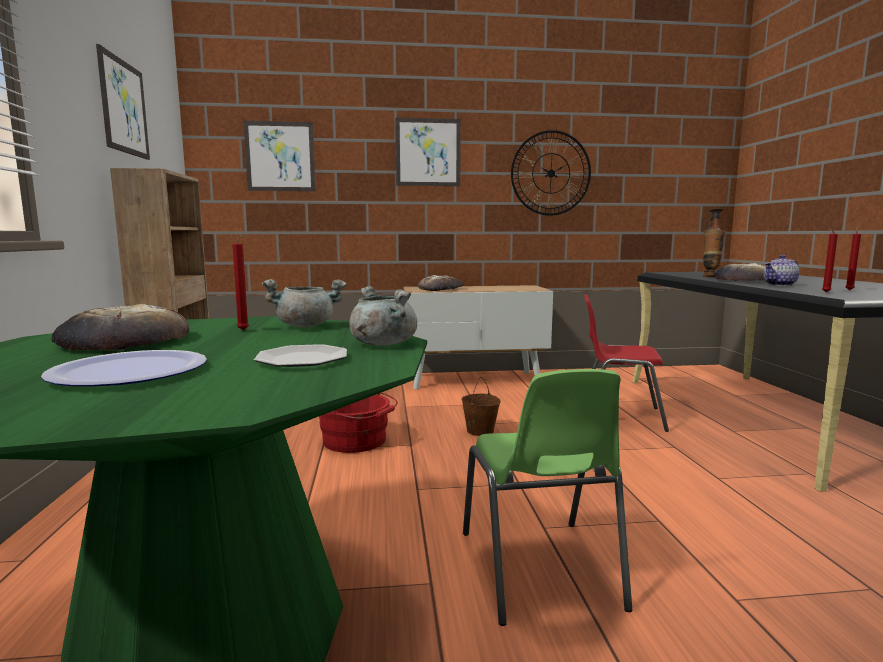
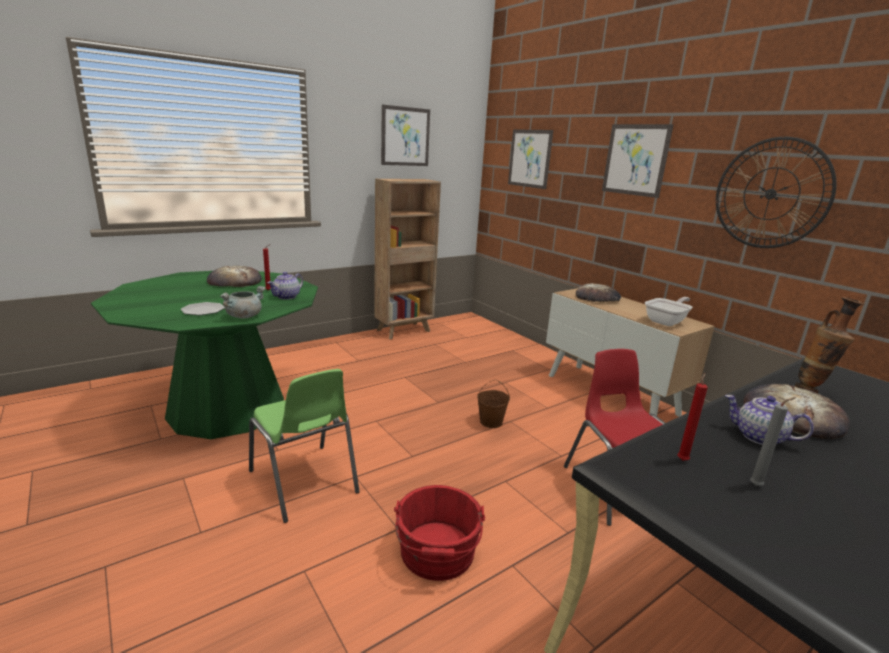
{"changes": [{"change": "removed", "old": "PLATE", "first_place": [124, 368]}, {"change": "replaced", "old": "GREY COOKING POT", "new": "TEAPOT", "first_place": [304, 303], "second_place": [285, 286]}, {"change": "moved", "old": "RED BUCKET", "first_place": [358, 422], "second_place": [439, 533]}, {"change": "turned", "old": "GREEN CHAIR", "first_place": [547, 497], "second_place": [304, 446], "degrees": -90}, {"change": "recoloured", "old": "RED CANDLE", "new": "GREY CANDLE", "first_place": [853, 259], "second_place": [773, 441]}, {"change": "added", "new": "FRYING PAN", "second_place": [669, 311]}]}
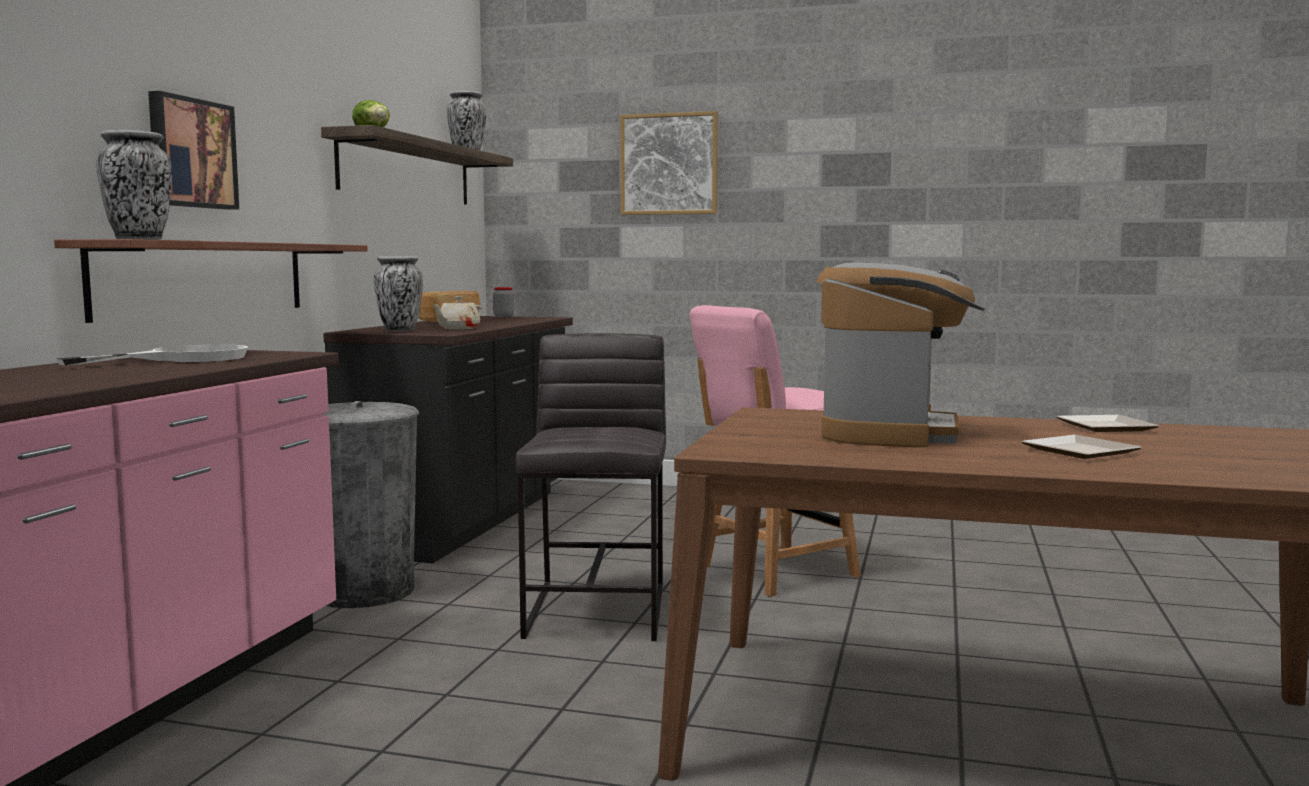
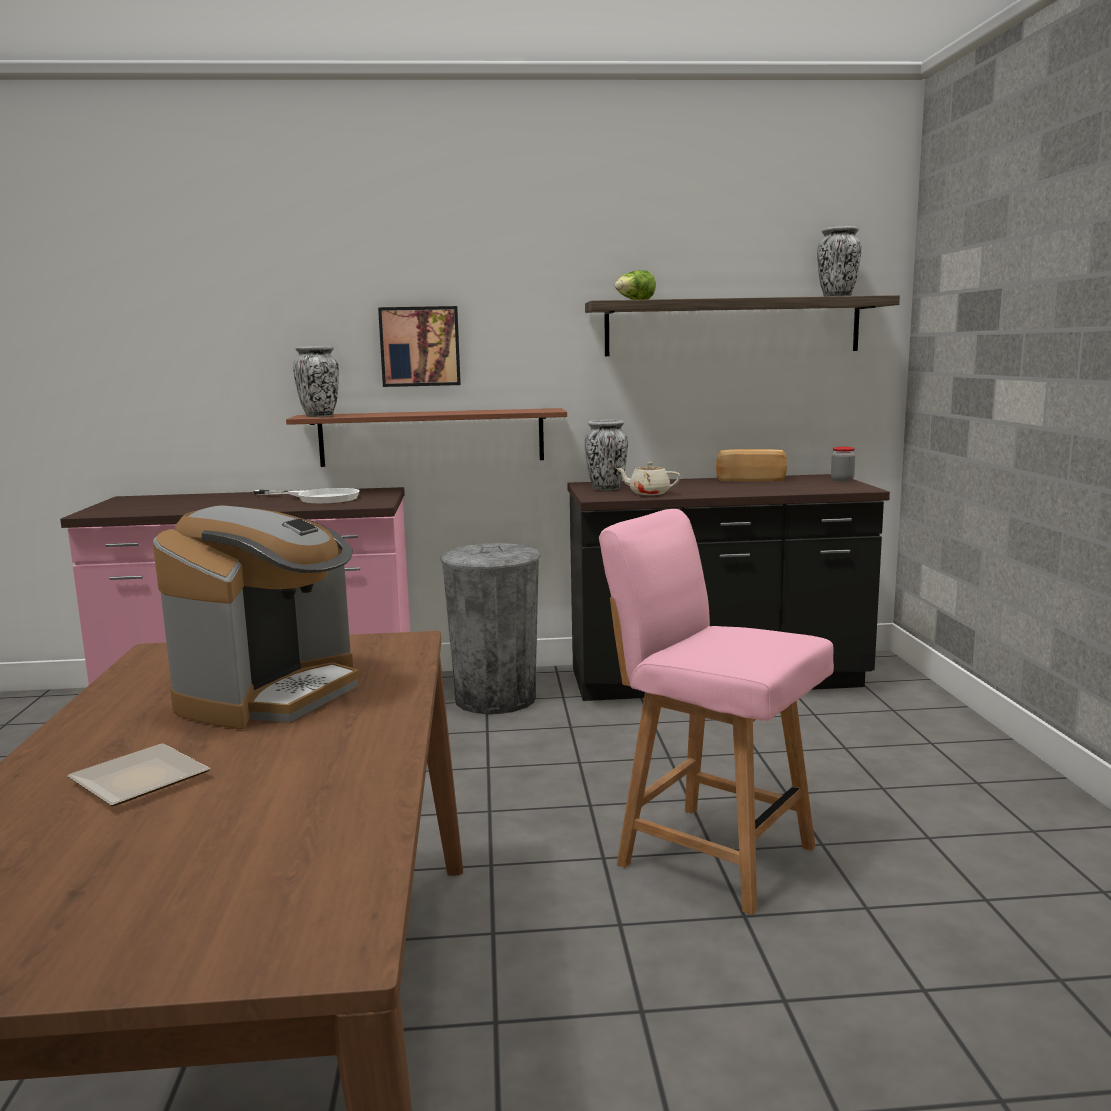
{"changes": [{"change": "removed", "old": "GREY STOOL", "first_place": [590, 487]}, {"change": "removed", "old": "PICTURE", "first_place": [669, 163]}, {"change": "turned", "old": "COFFEE MACHINE", "first_place": [901, 355], "second_place": [256, 617], "degrees": -60}, {"change": "removed", "old": "PLATE", "first_place": [1107, 423]}]}
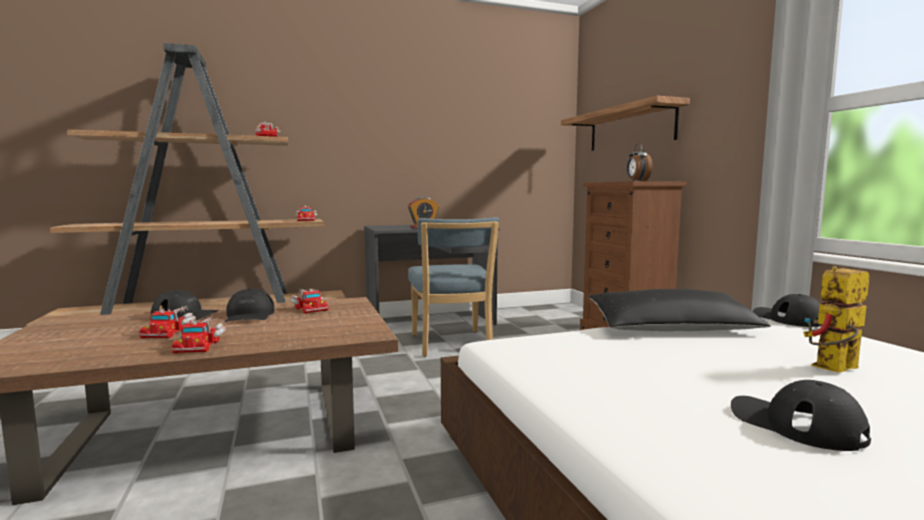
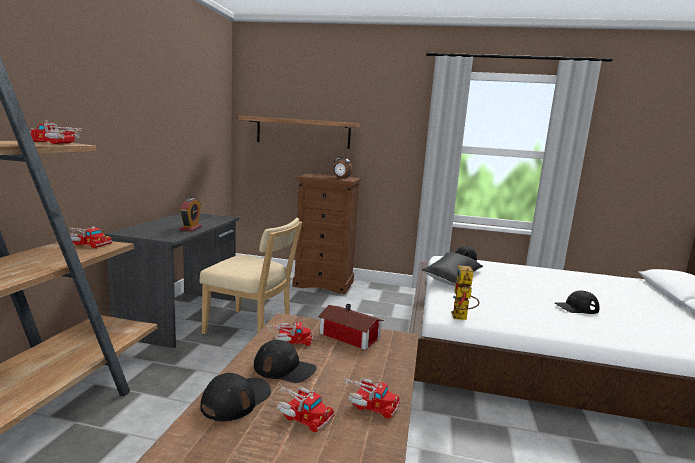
{"changes": [{"change": "recoloured", "old": "BLUE CHAIR", "new": "BEIGE CHAIR", "first_place": [453, 287], "second_place": [250, 276]}, {"change": "moved", "old": "TOY ROBOT", "first_place": [836, 319], "second_place": [465, 292]}, {"change": "added", "new": "TOY HOUSE", "second_place": [351, 327]}]}
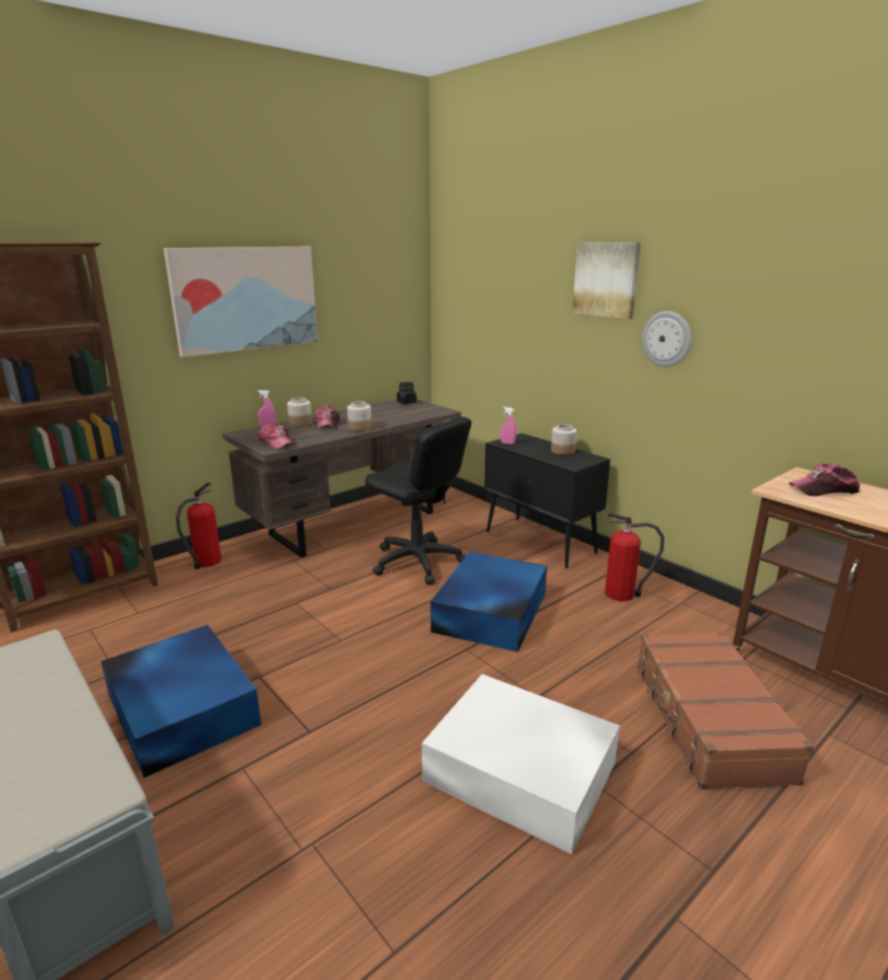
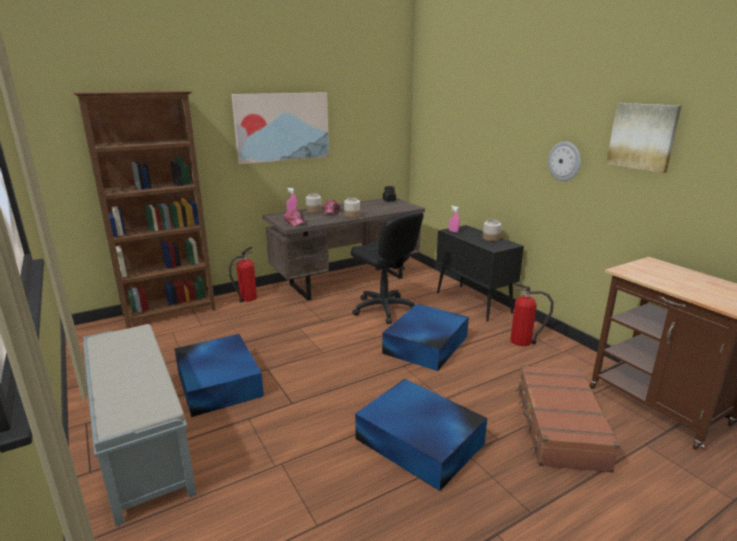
{"changes": [{"change": "recoloured", "old": "WHITE STORAGE BOX", "new": "BLUE STORAGE BOX", "first_place": [521, 764], "second_place": [421, 435]}, {"change": "moved", "old": "PICTURE", "first_place": [606, 280], "second_place": [643, 138]}, {"change": "removed", "old": "CAP", "first_place": [824, 479]}]}
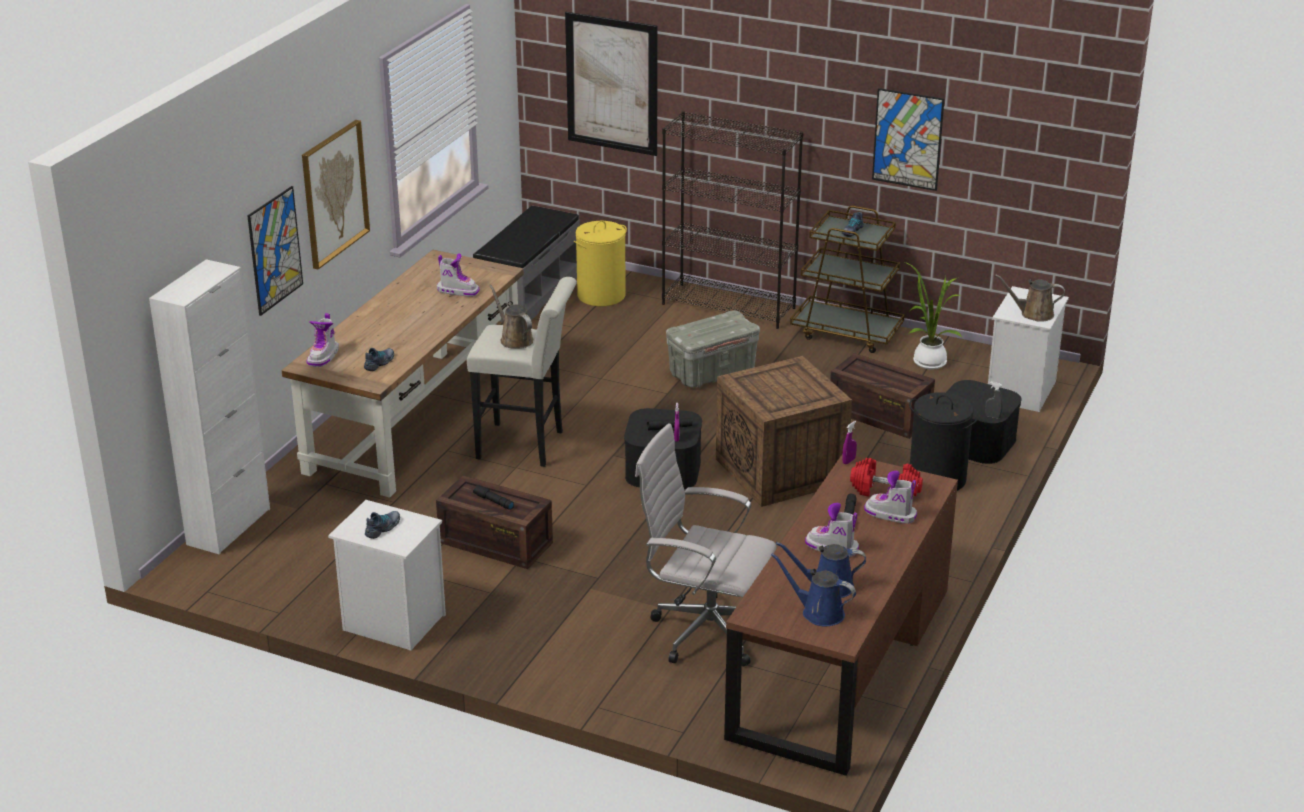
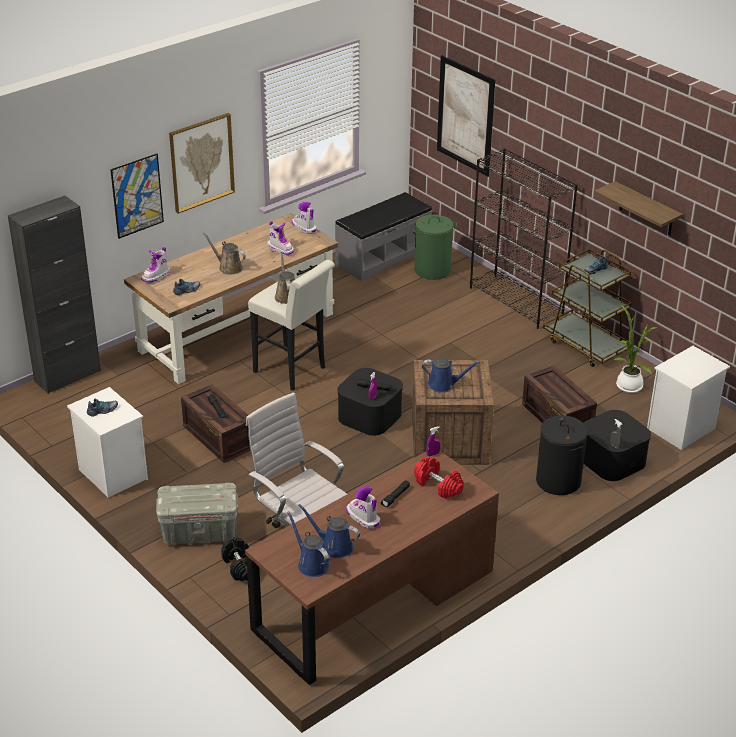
{"changes": [{"change": "recoloured", "old": "WHITE CABINET", "new": "BLACK CABINET", "first_place": [209, 407], "second_place": [54, 295]}, {"change": "recoloured", "old": "YELLOW LAUNDRY BASKET", "new": "GREEN LAUNDRY BASKET", "first_place": [600, 263], "second_place": [434, 247]}, {"change": "moved", "old": "GREY STORAGE BOX", "first_place": [713, 349], "second_place": [197, 514]}, {"change": "moved", "old": "BOOT", "first_place": [890, 497], "second_place": [304, 218]}, {"change": "replaced", "old": "PICTURE", "new": "SHELF", "first_place": [908, 139], "second_place": [638, 208]}, {"change": "moved", "old": "BROWN WATERING CAN", "first_place": [1030, 298], "second_place": [224, 253]}, {"change": "added", "new": "BLACK DUMBBELL", "second_place": [235, 559]}, {"change": "added", "new": "BLUE WATERING CAN", "second_place": [451, 375]}]}
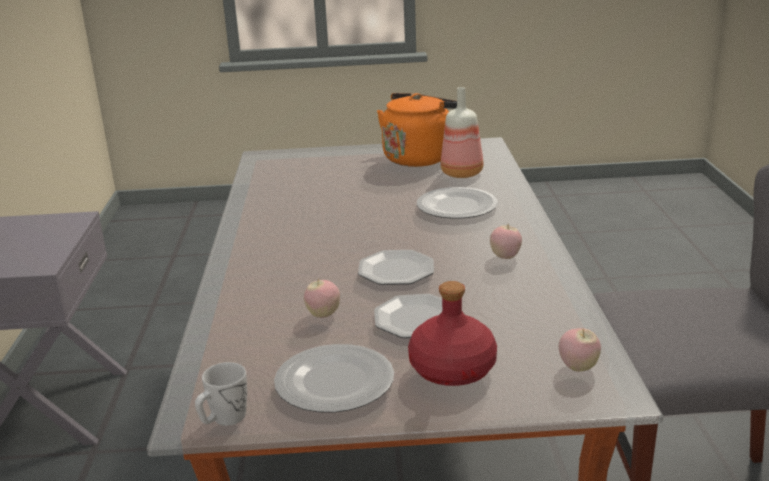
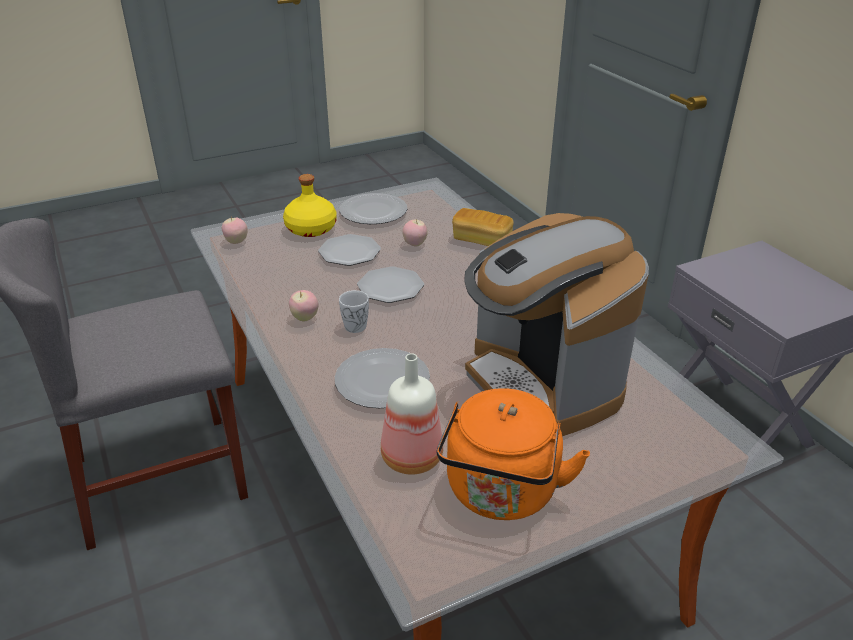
{"changes": [{"change": "moved", "old": "WHITE MUG", "first_place": [221, 394], "second_place": [354, 311]}, {"change": "recoloured", "old": "RED BOTTLE", "new": "YELLOW BOTTLE", "first_place": [452, 333], "second_place": [310, 205]}, {"change": "added", "new": "BREAD", "second_place": [483, 227]}, {"change": "added", "new": "COFFEE MACHINE", "second_place": [556, 324]}]}
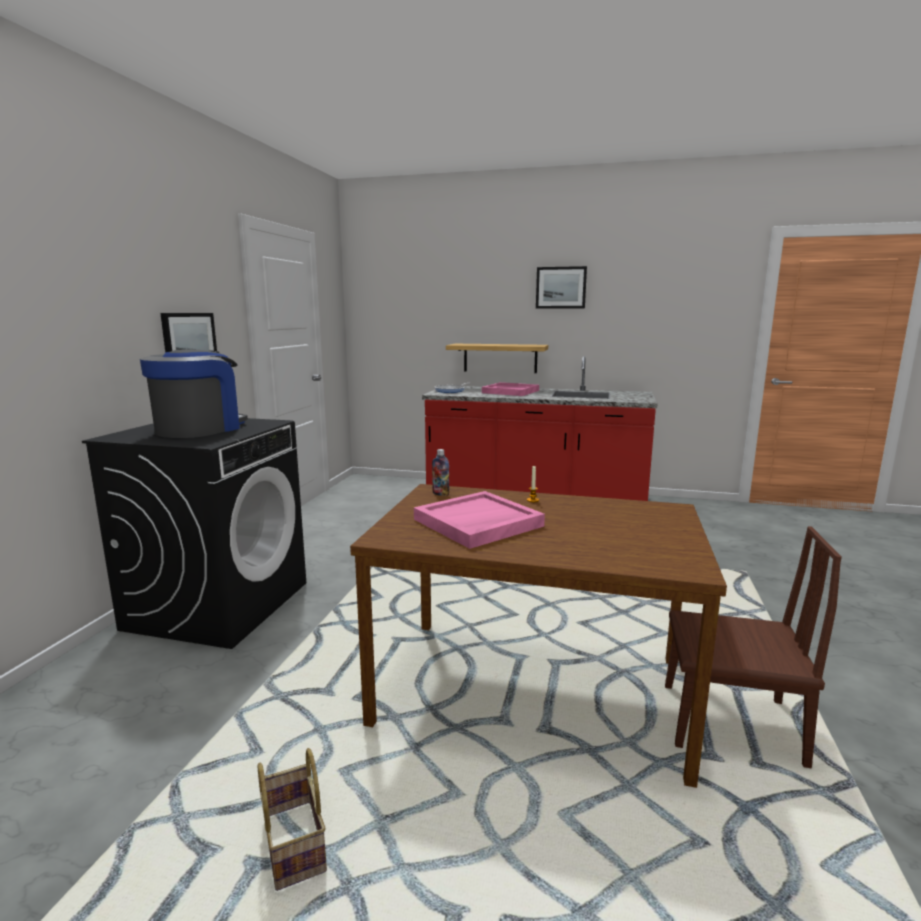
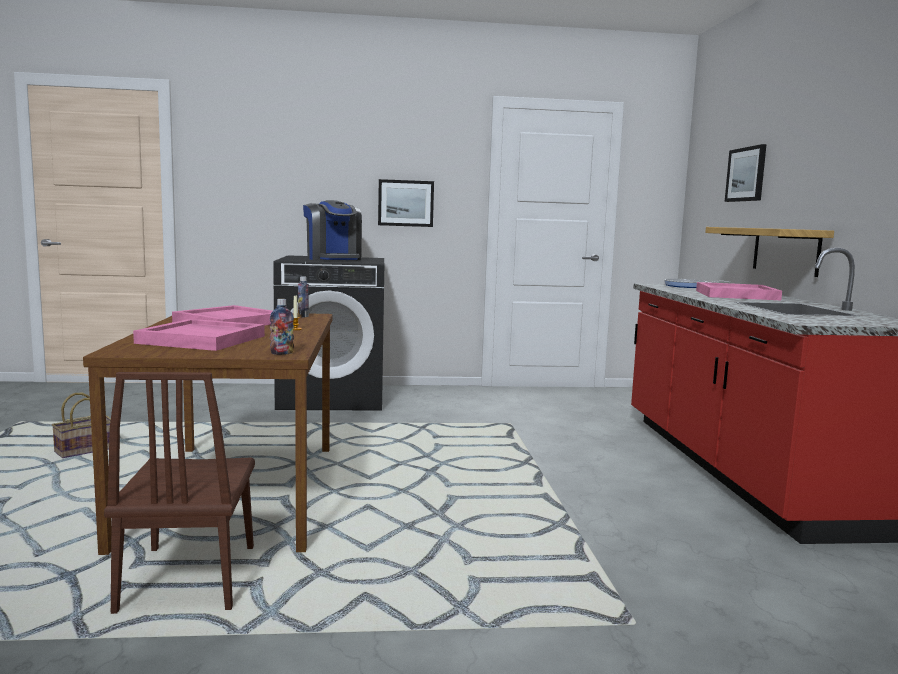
{"changes": [{"change": "turned", "old": "COFFEE MACHINE", "first_place": [194, 393], "second_place": [332, 230], "degrees": 60}, {"change": "moved", "old": "PICTURE", "first_place": [561, 287], "second_place": [746, 173]}, {"change": "added", "new": "PINK TRAY", "second_place": [199, 335]}, {"change": "added", "new": "BOTTLE", "second_place": [282, 327]}]}
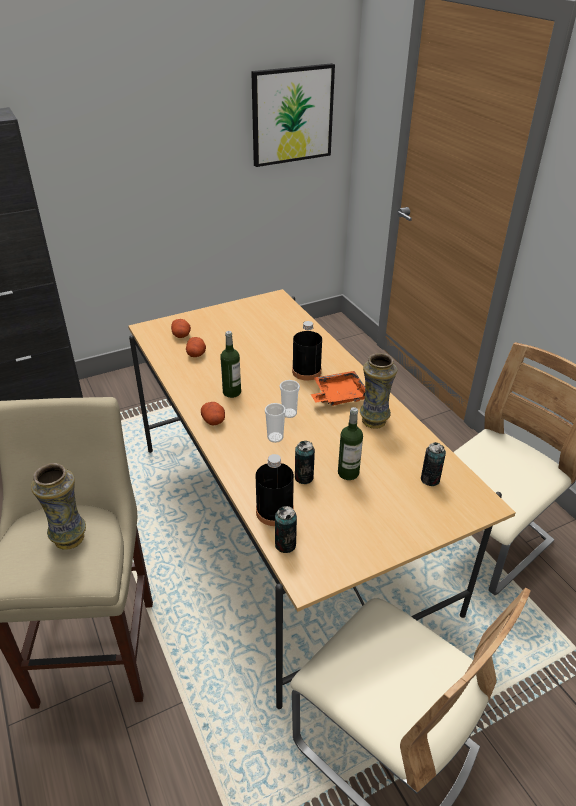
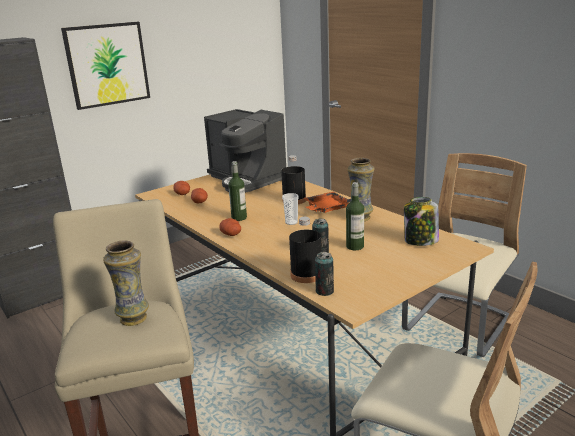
{"changes": [{"change": "moved", "old": "PICTURE", "first_place": [293, 115], "second_place": [105, 66]}, {"change": "removed", "old": "CUP", "first_place": [275, 423]}, {"change": "replaced", "old": "CAN", "new": "JAR", "first_place": [433, 464], "second_place": [421, 221]}, {"change": "added", "new": "COFFEE MACHINE", "second_place": [245, 151]}]}
